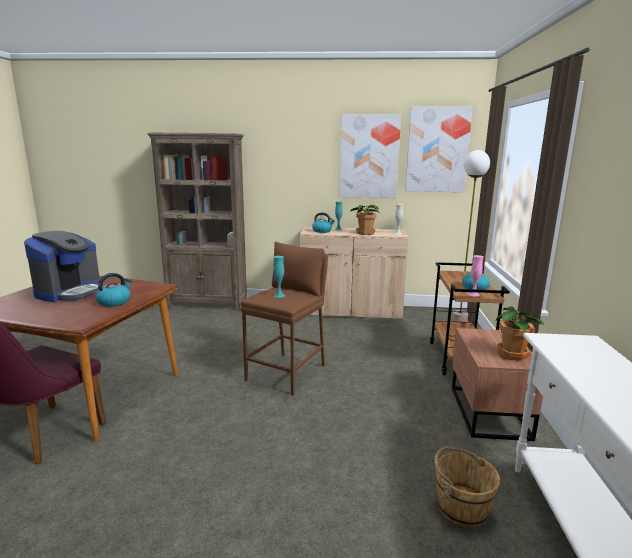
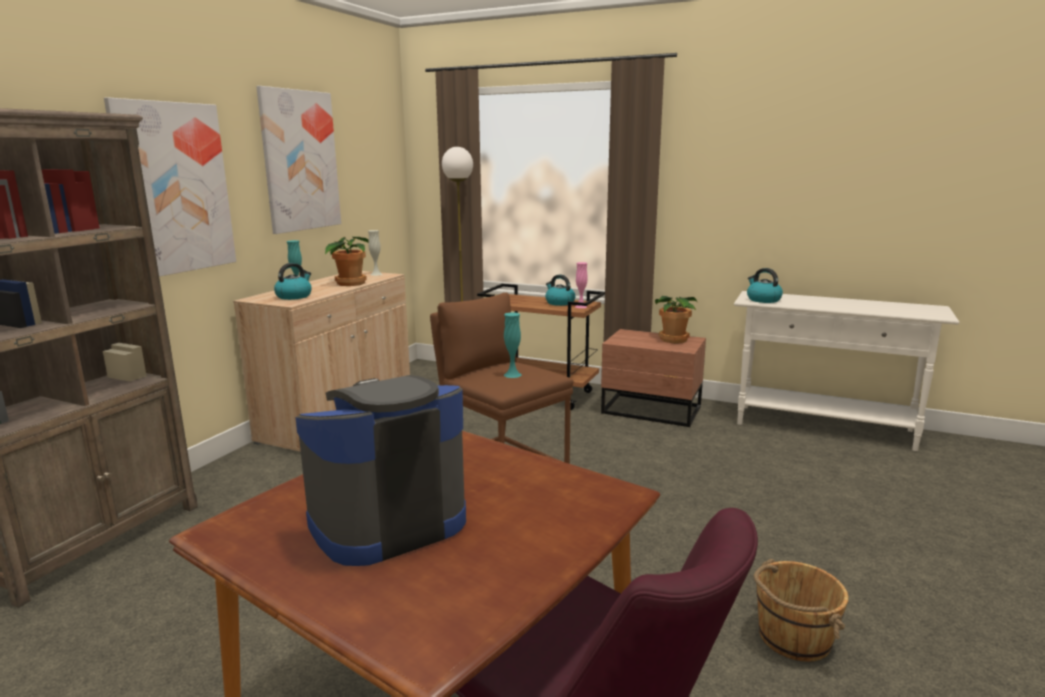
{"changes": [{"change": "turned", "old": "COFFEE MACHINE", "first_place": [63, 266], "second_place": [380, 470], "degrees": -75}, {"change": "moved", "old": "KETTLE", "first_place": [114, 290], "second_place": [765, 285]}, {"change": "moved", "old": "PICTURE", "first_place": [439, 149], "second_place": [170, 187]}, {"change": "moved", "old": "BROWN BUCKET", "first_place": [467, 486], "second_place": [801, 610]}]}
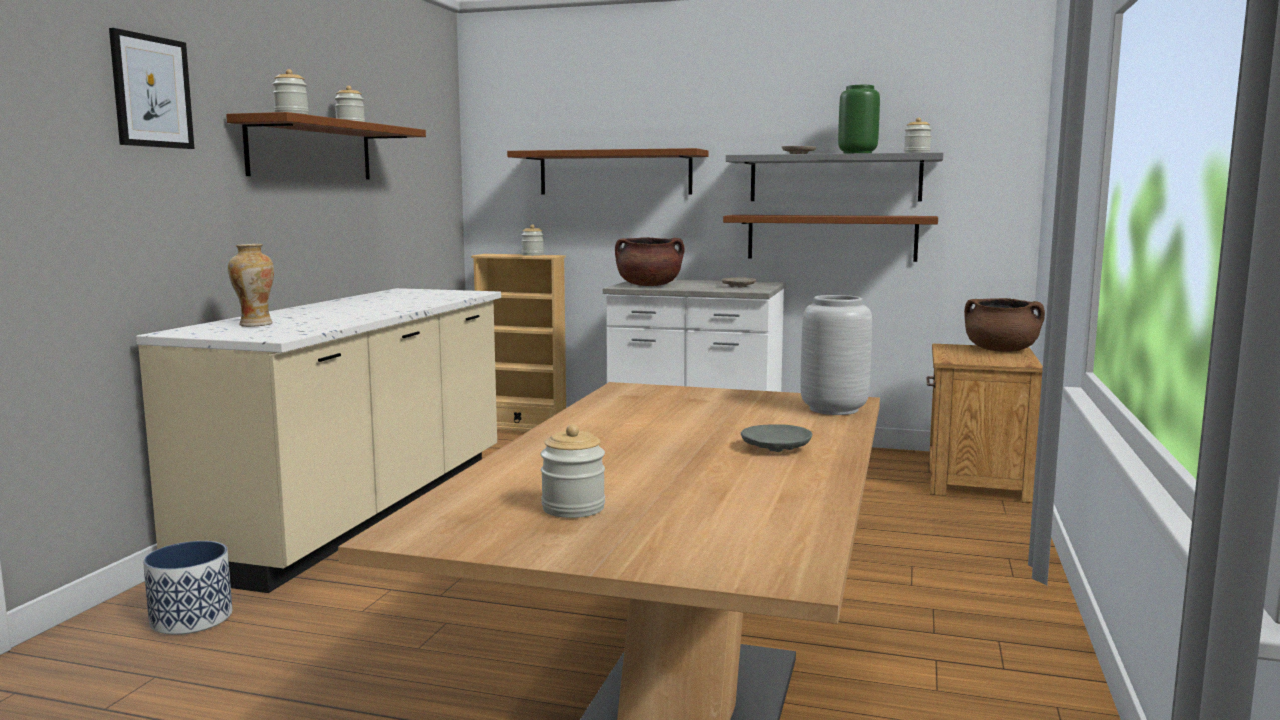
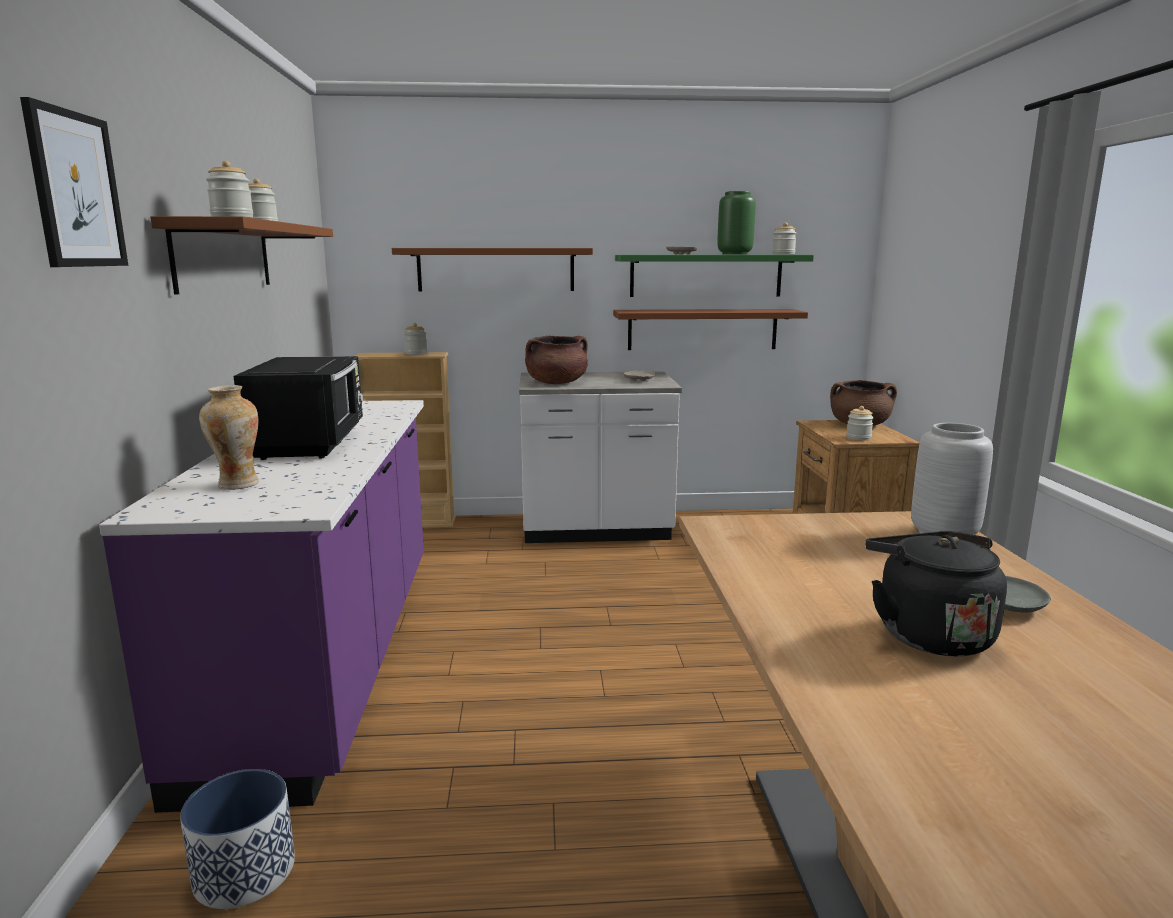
{"changes": [{"change": "recoloured", "old": "BEIGE COUNTER", "new": "PURPLE COUNTER", "first_place": [318, 440], "second_place": [261, 606]}, {"change": "moved", "old": "JAR", "first_place": [573, 471], "second_place": [860, 423]}, {"change": "recoloured", "old": "GREY SHELF", "new": "GREEN SHELF", "first_place": [835, 177], "second_place": [714, 276]}, {"change": "added", "new": "BLACK MICROWAVE", "second_place": [298, 408]}, {"change": "added", "new": "BLACK KETTLE", "second_place": [936, 593]}]}
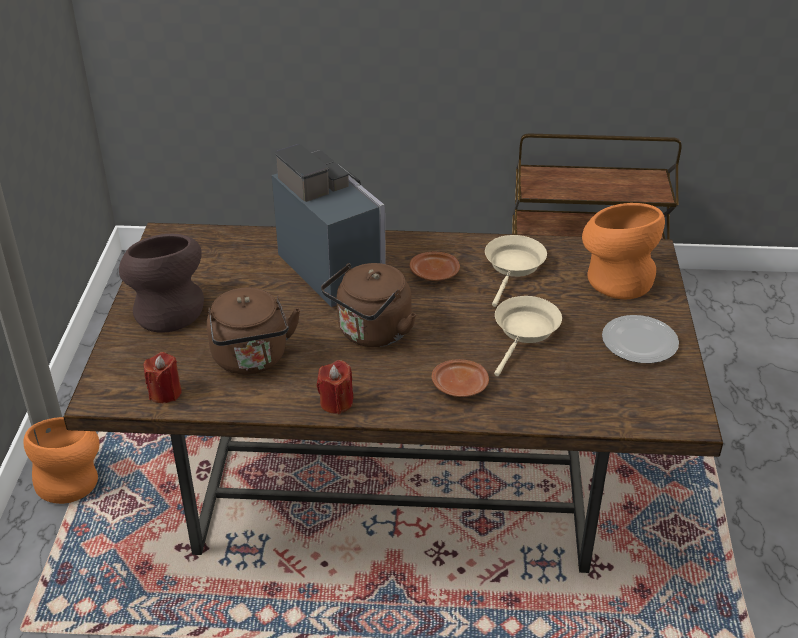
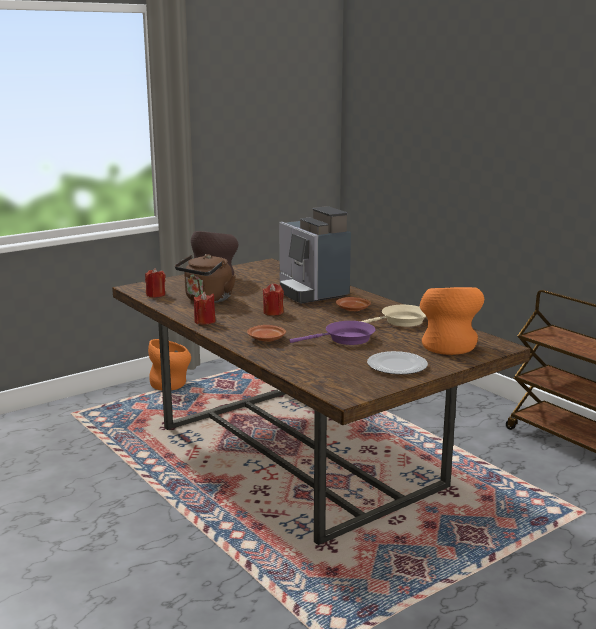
{"changes": [{"change": "turned", "old": "COFFEE MACHINE", "first_place": [329, 225], "second_place": [315, 255], "degrees": 135}, {"change": "replaced", "old": "BROWN KETTLE", "new": "RED CANDLE", "first_place": [368, 305], "second_place": [273, 299]}, {"change": "recoloured", "old": "BEIGE FRYING PAN", "new": "PURPLE FRYING PAN", "first_place": [528, 336], "second_place": [332, 333]}]}
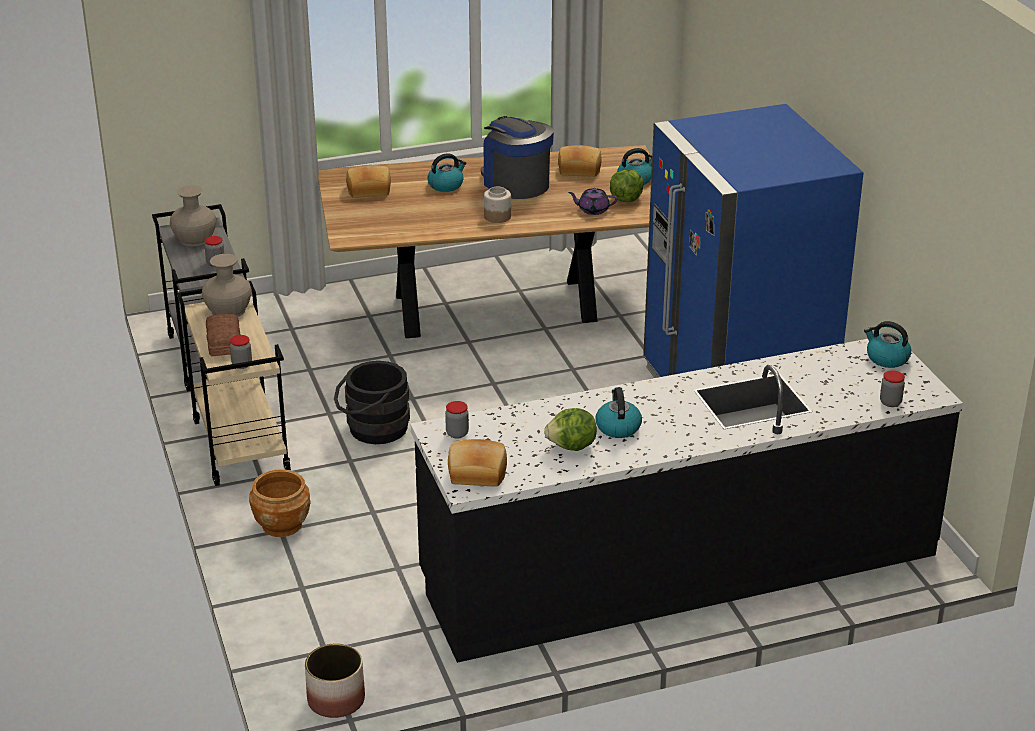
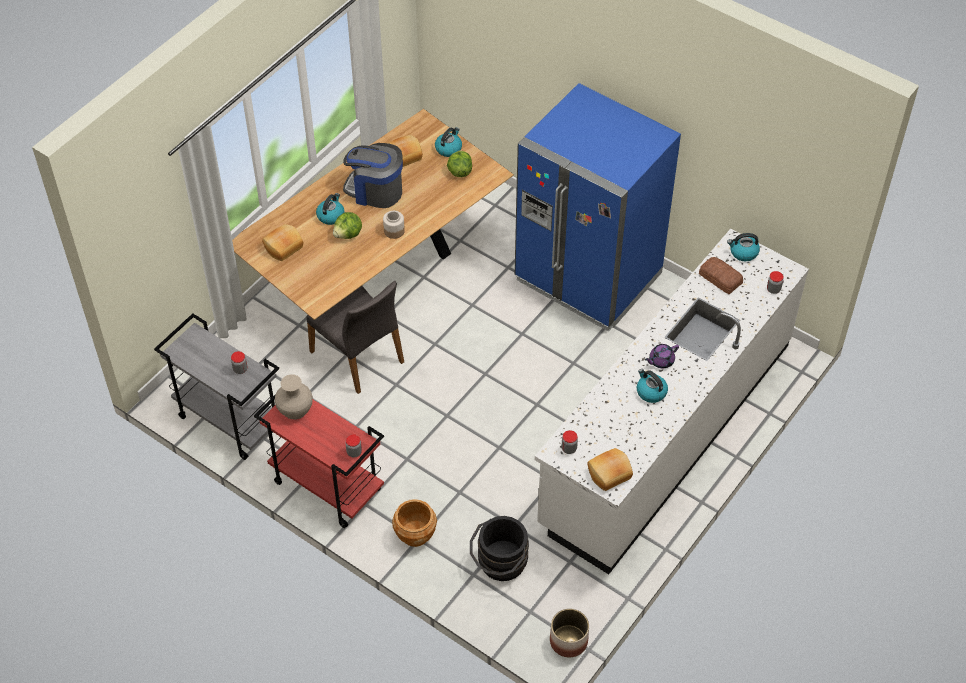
{"changes": [{"change": "removed", "old": "BEIGE VASE", "first_place": [193, 216]}, {"change": "recoloured", "old": "BEIGE CART", "new": "RED CART", "first_place": [234, 383], "second_place": [319, 461]}, {"change": "moved", "old": "BREAD", "first_place": [223, 334], "second_place": [721, 276]}, {"change": "moved", "old": "BLACK BUCKET", "first_place": [372, 402], "second_place": [499, 548]}, {"change": "recoloured", "old": "BLACK COUNTER", "new": "WHITE COUNTER", "first_place": [686, 501], "second_place": [672, 401]}, {"change": "moved", "old": "LETTUCE", "first_place": [570, 429], "second_place": [347, 225]}, {"change": "moved", "old": "PURPLE TEAPOT", "first_place": [592, 201], "second_place": [662, 356]}, {"change": "added", "new": "GREY CHAIR", "second_place": [355, 337]}]}
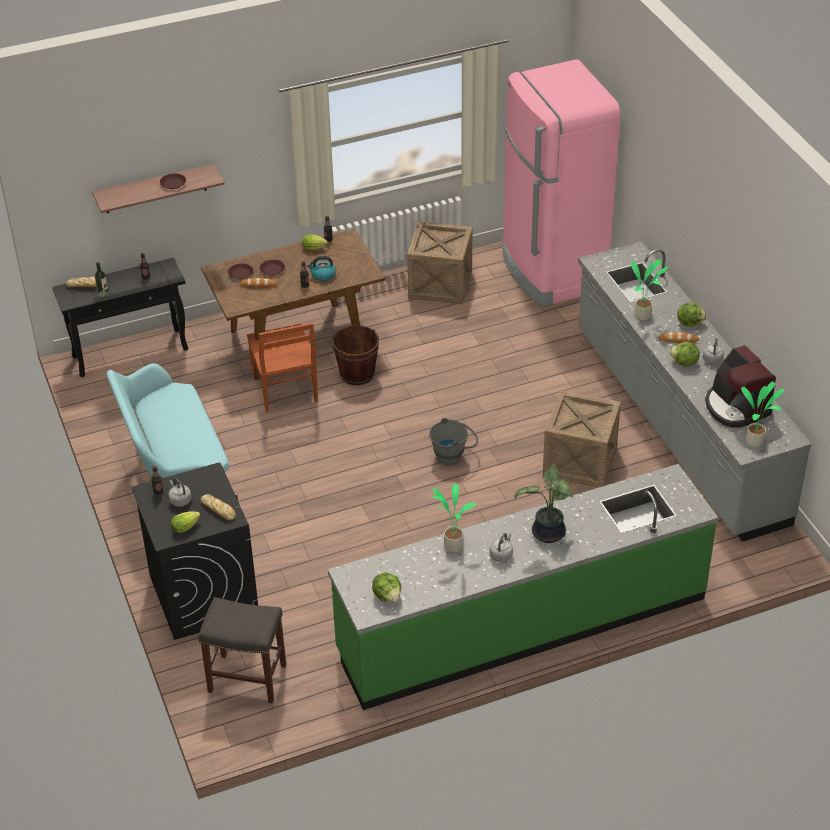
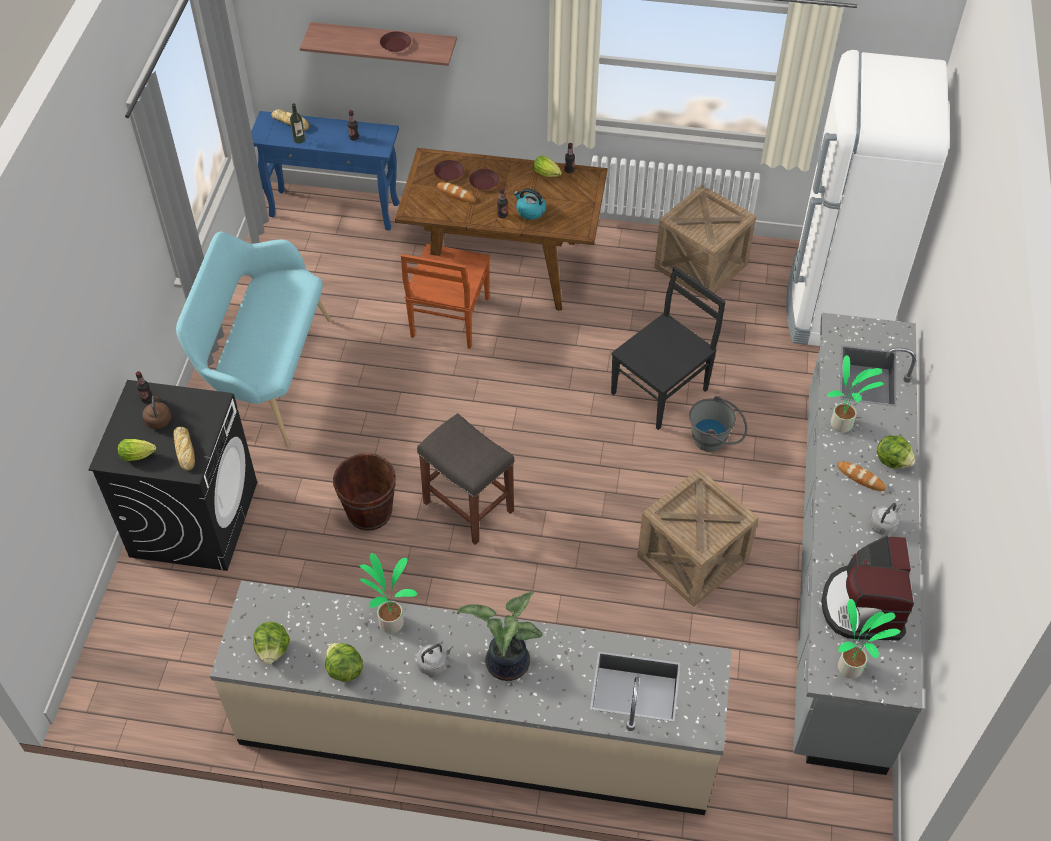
{"changes": [{"change": "recoloured", "old": "BLACK CONSOLE TABLE", "new": "BLUE CONSOLE TABLE", "first_place": [120, 317], "second_place": [325, 170]}, {"change": "recoloured", "old": "GREY KETTLE", "new": "BROWN KETTLE", "first_place": [180, 492], "second_place": [156, 411]}, {"change": "moved", "old": "GREY STOOL", "first_place": [242, 650], "second_place": [465, 479]}, {"change": "recoloured", "old": "GREEN COUNTER", "new": "BEIGE COUNTER", "first_place": [523, 587], "second_place": [471, 698]}, {"change": "moved", "old": "BROWN BUCKET", "first_place": [355, 355], "second_place": [364, 492]}, {"change": "moved", "old": "GREY BUCKET", "first_place": [453, 441], "second_place": [718, 424]}, {"change": "recoloured", "old": "PINK FRIDGE", "new": "WHITE FRIDGE", "first_place": [561, 183], "second_place": [868, 198]}, {"change": "moved", "old": "LETTUCE", "first_place": [685, 354], "second_place": [344, 662]}, {"change": "added", "new": "BLACK CHAIR", "second_place": [668, 348]}]}
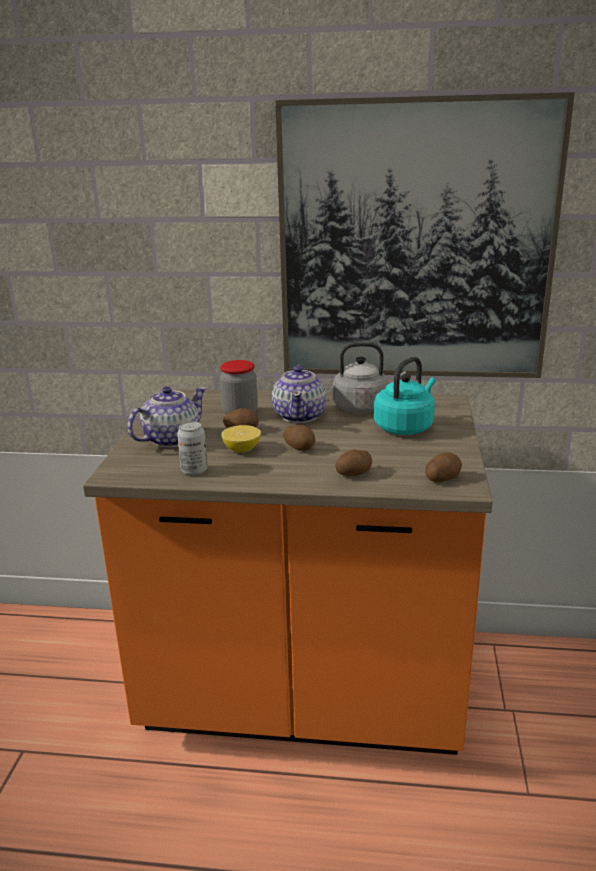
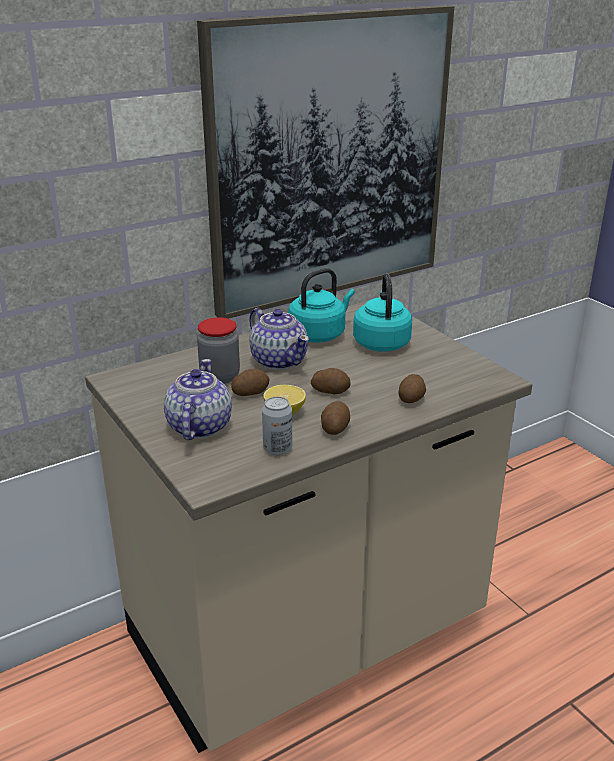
{"changes": [{"change": "recoloured", "old": "ORANGE COUNTER", "new": "BEIGE COUNTER", "first_place": [288, 572], "second_place": [308, 527]}, {"change": "recoloured", "old": "GREY KETTLE", "new": "TURQUOISE KETTLE", "first_place": [369, 377], "second_place": [321, 305]}, {"change": "moved", "old": "POTATO", "first_place": [443, 467], "second_place": [335, 418]}]}
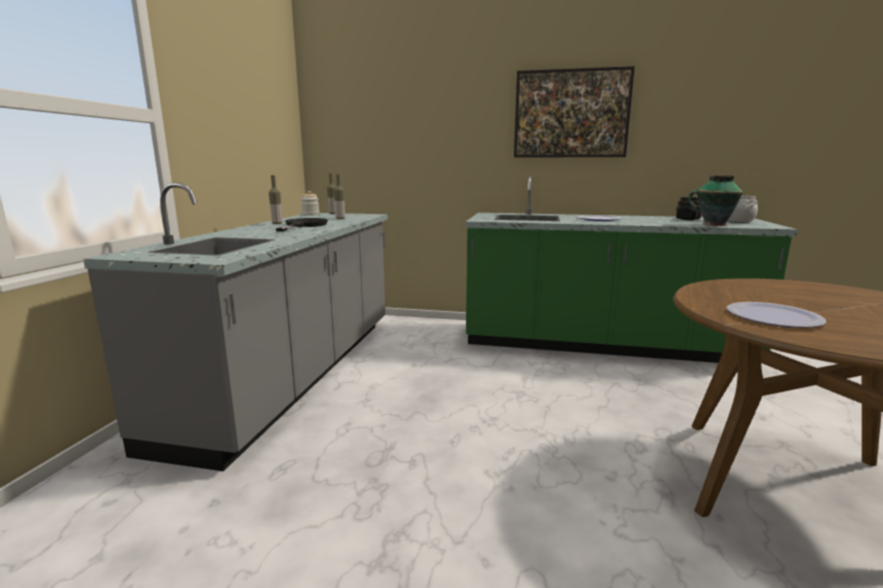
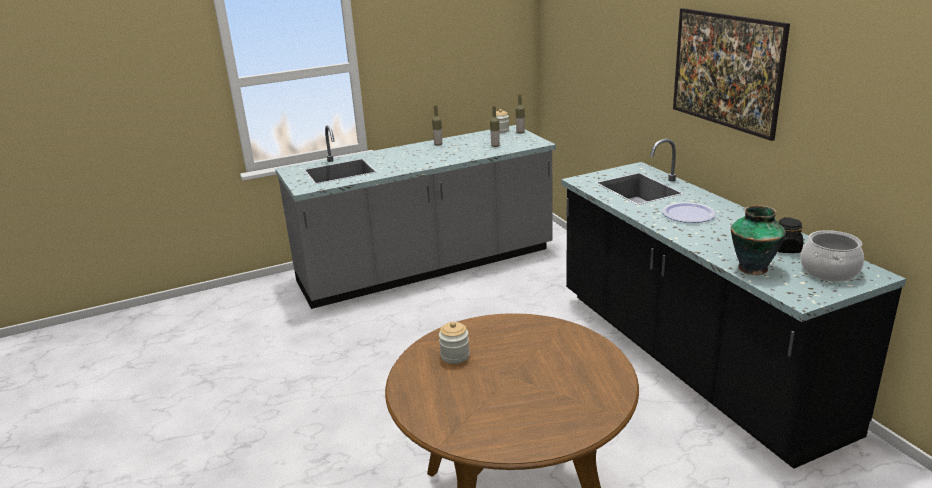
{"changes": [{"change": "removed", "old": "BLACK FRYING PAN", "first_place": [302, 225]}, {"change": "recoloured", "old": "GREEN COUNTER", "new": "BLACK COUNTER", "first_place": [631, 269], "second_place": [733, 304]}, {"change": "replaced", "old": "PLATE", "new": "JAR", "first_place": [776, 315], "second_place": [454, 343]}]}
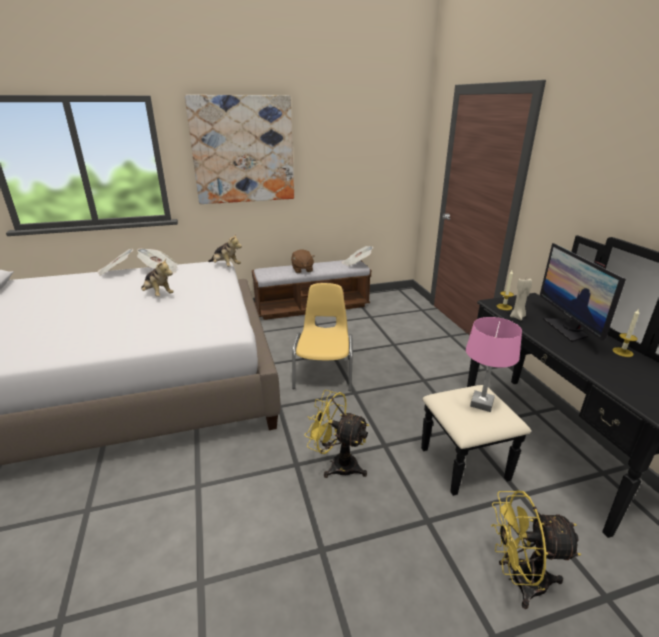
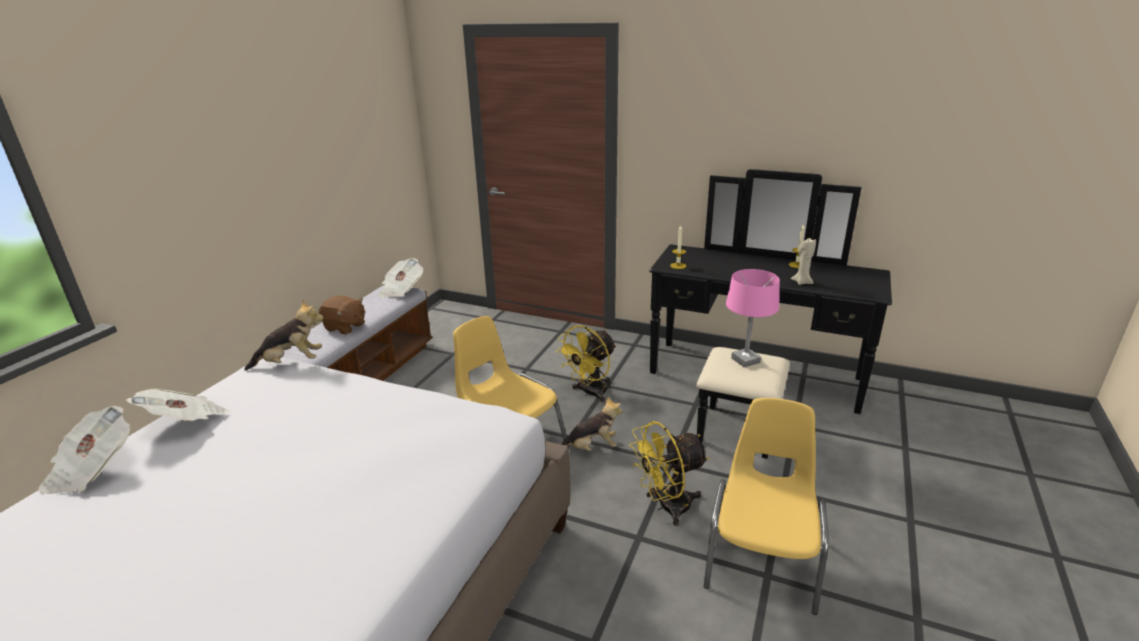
{"changes": [{"change": "moved", "old": "PLUSH TOY", "first_place": [157, 278], "second_place": [591, 423]}, {"change": "removed", "old": "PICTURE", "first_place": [239, 149]}, {"change": "moved", "old": "YELLOW FAN", "first_place": [536, 549], "second_place": [585, 363]}, {"change": "moved", "old": "BEIGE CANDLE", "first_place": [521, 299], "second_place": [803, 261]}, {"change": "removed", "old": "MONITOR", "first_place": [583, 292]}, {"change": "added", "new": "YELLOW CHAIR", "second_place": [766, 506]}]}
